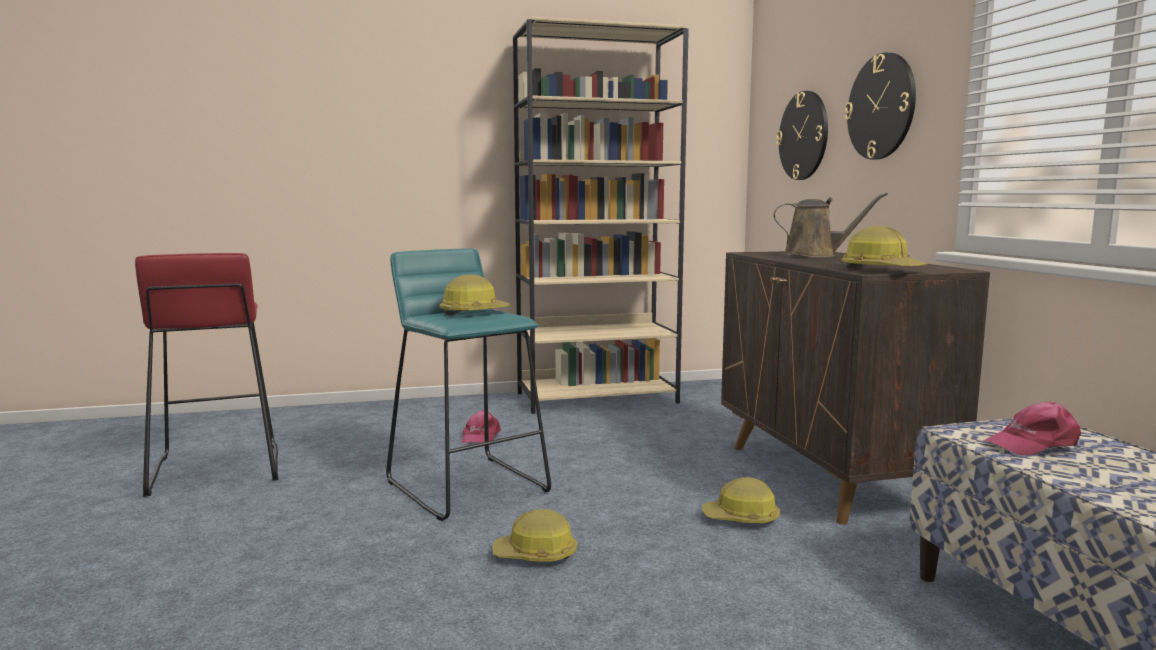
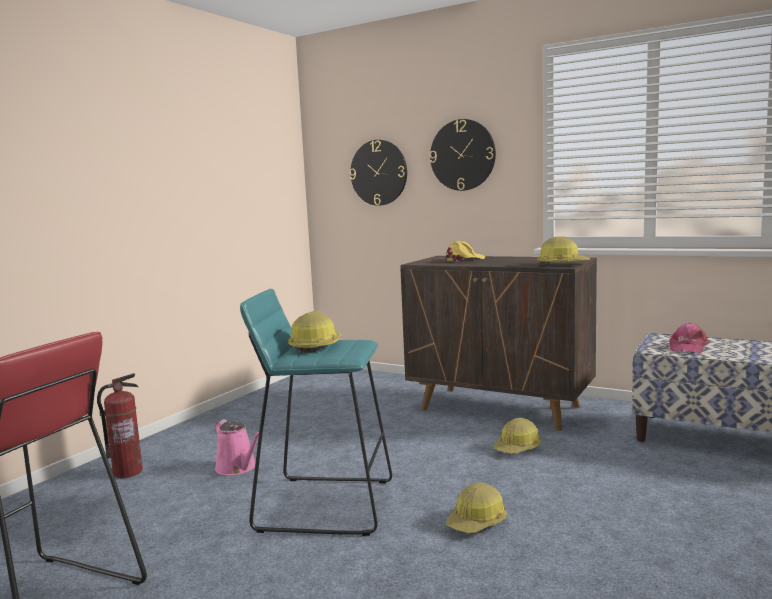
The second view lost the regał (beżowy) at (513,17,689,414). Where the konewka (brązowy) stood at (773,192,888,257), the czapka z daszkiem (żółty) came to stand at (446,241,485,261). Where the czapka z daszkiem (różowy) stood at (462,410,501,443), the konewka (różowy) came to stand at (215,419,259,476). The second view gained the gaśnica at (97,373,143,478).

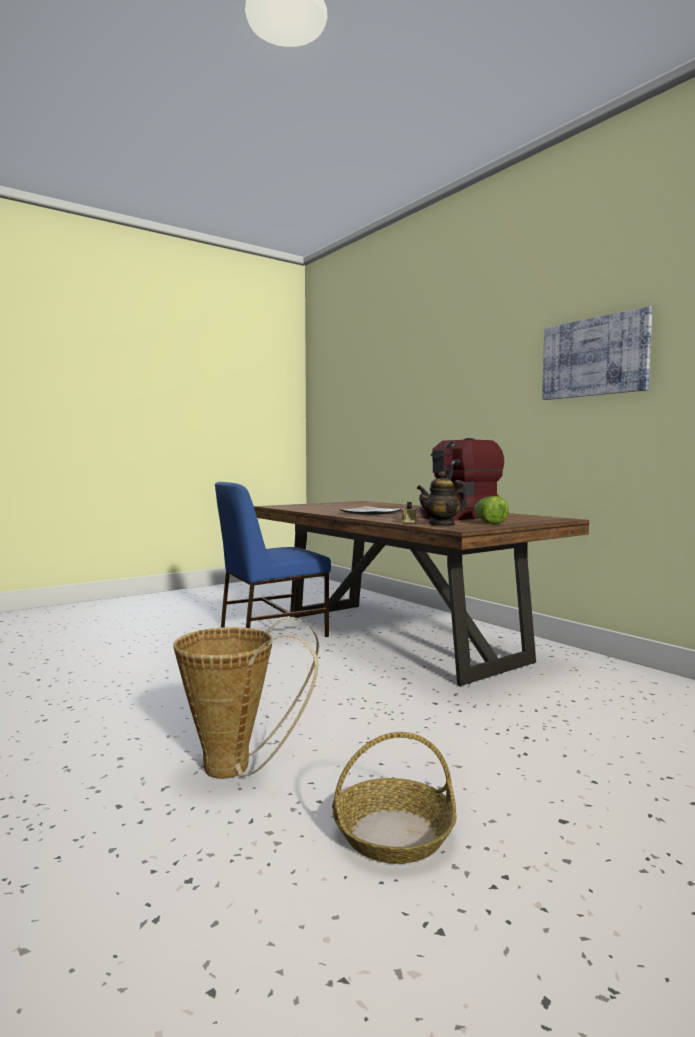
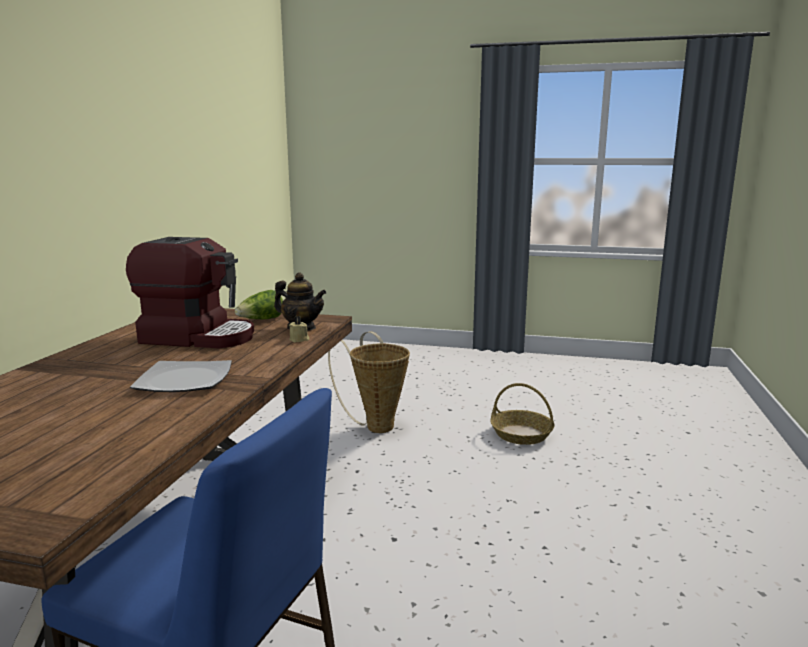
The second view lost the obraz at (542,306,652,400). The koszyk ended up elsewhere, having gone from (173,617,319,779) to (328,332,410,433).

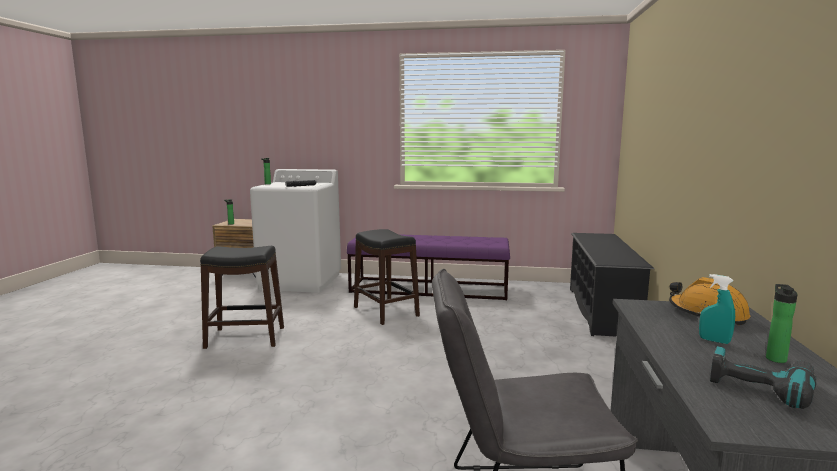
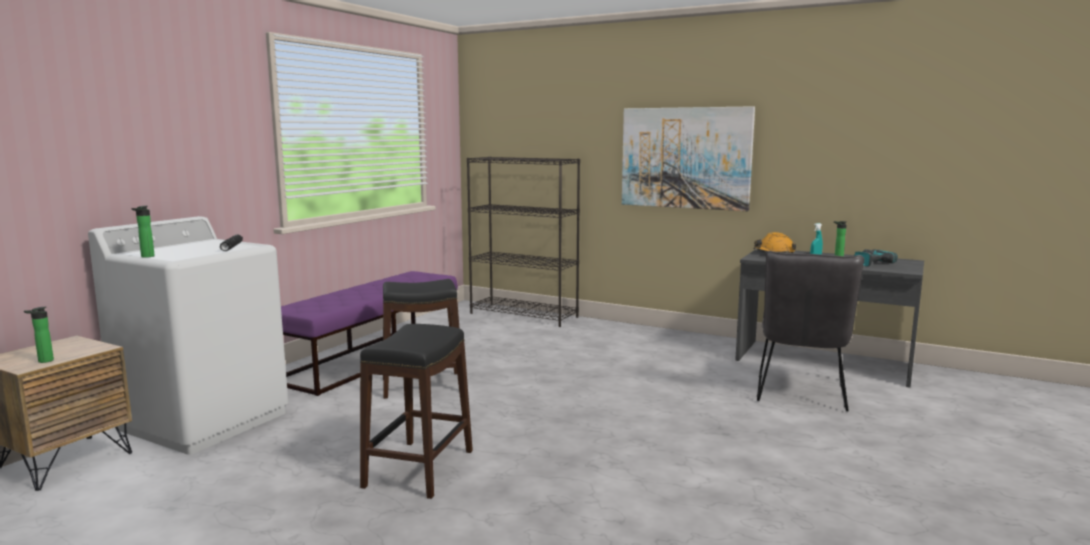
Where the regał na buty (czarny) stood at (570,233,654,337), the regał (czarny) came to stand at (467,157,580,327). The second view gained the obraz at (622,106,755,211).

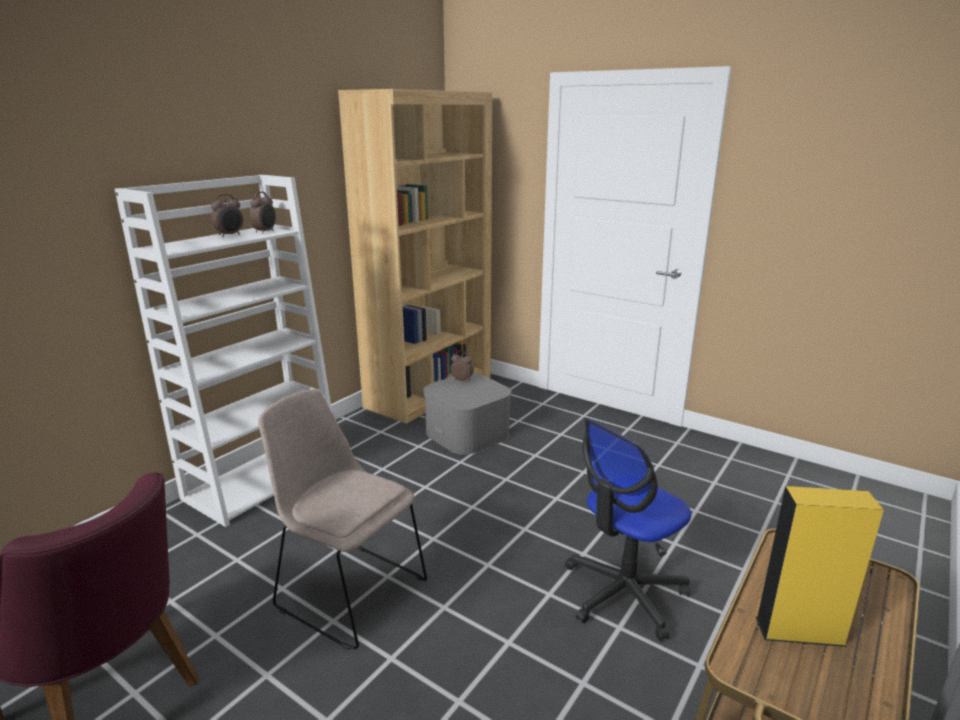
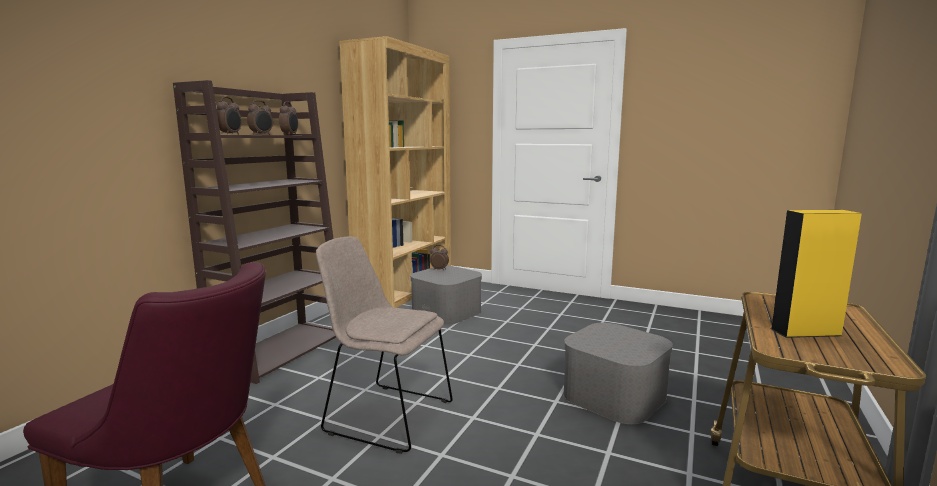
What was the regał (biały) at (115,175,332,527) turned into the regał (brązowy) at (173,80,336,384). Where the krzesło biurowe stood at (565,418,691,641), the pojemnik do przechowywania (szary) came to stand at (563,323,673,424). The second view gained the budzik at (217,97,242,135).

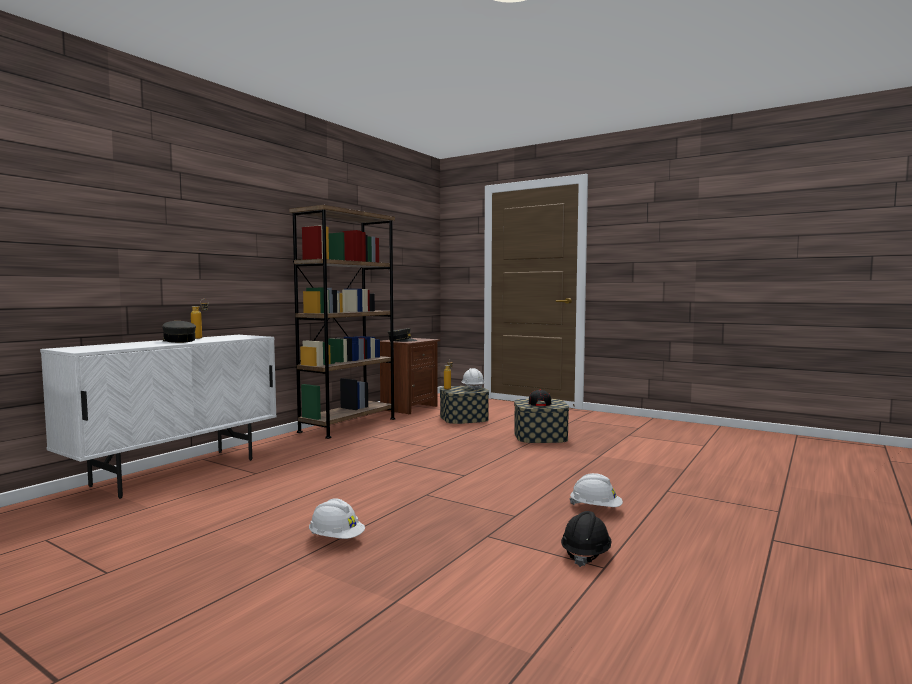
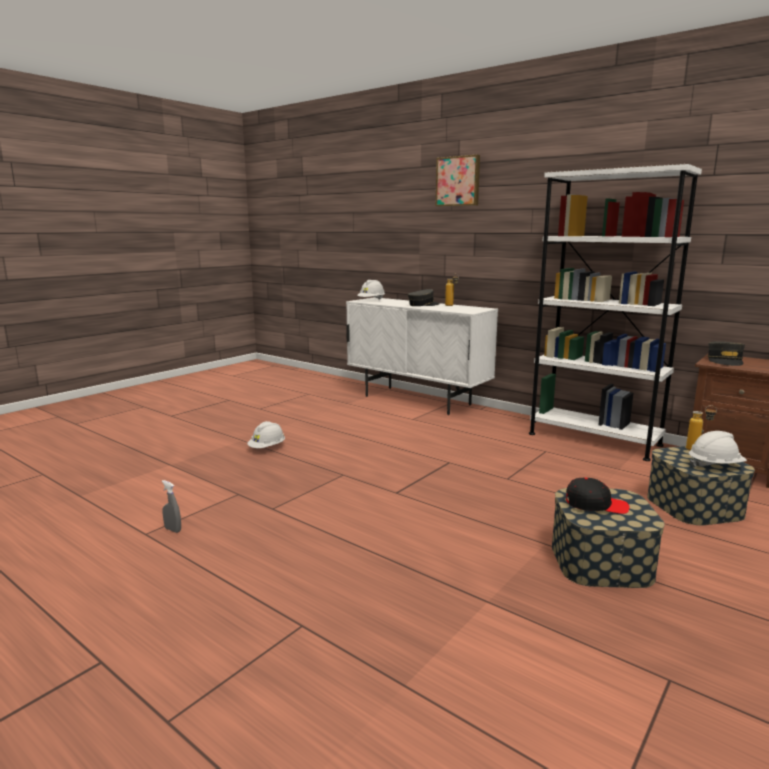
What was the regał (brązowy) at (289,205,395,439) turned into the regał (biały) at (529,164,702,461). The kask (biały) ended up elsewhere, having gone from (569,473,623,507) to (357,280,385,300). Where the kask (czarny) stood at (561,511,612,567), the spryskiwacz (szary) came to stand at (162,480,181,533). The second view gained the obraz at (435,155,480,207).

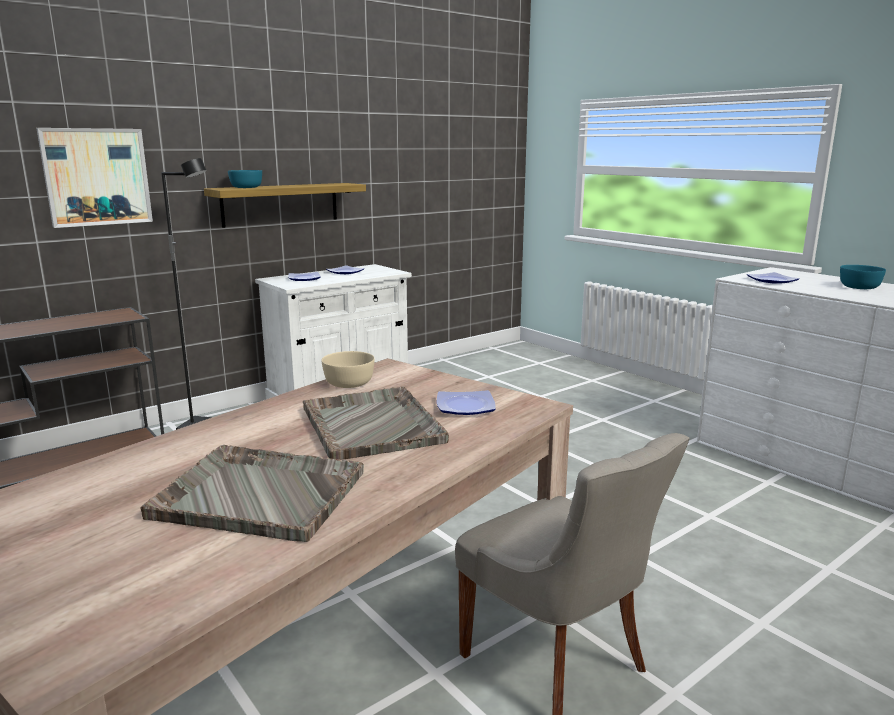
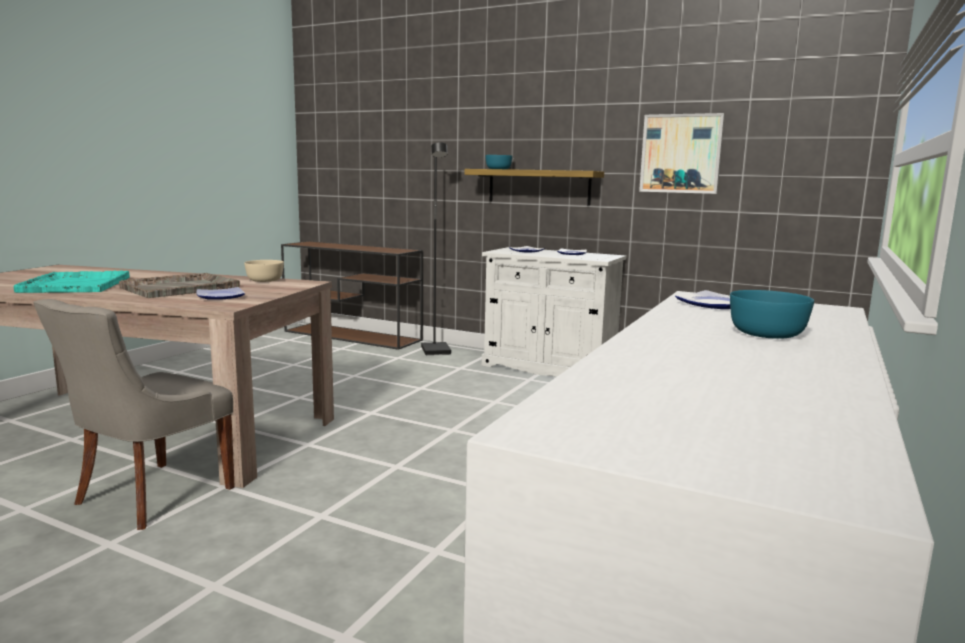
The obraz ended up elsewhere, having gone from (36,128,153,228) to (639,113,725,194). What was the taca (szary) at (140,445,364,542) turned into the taca (turkusowy) at (14,271,130,293).

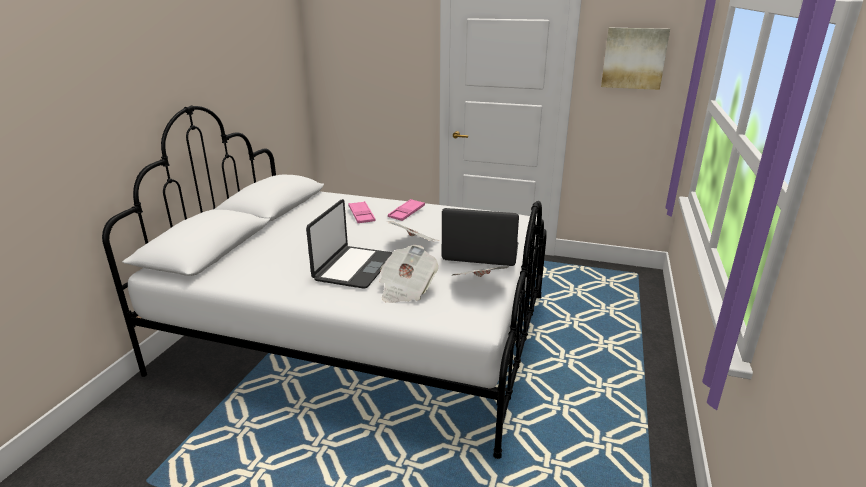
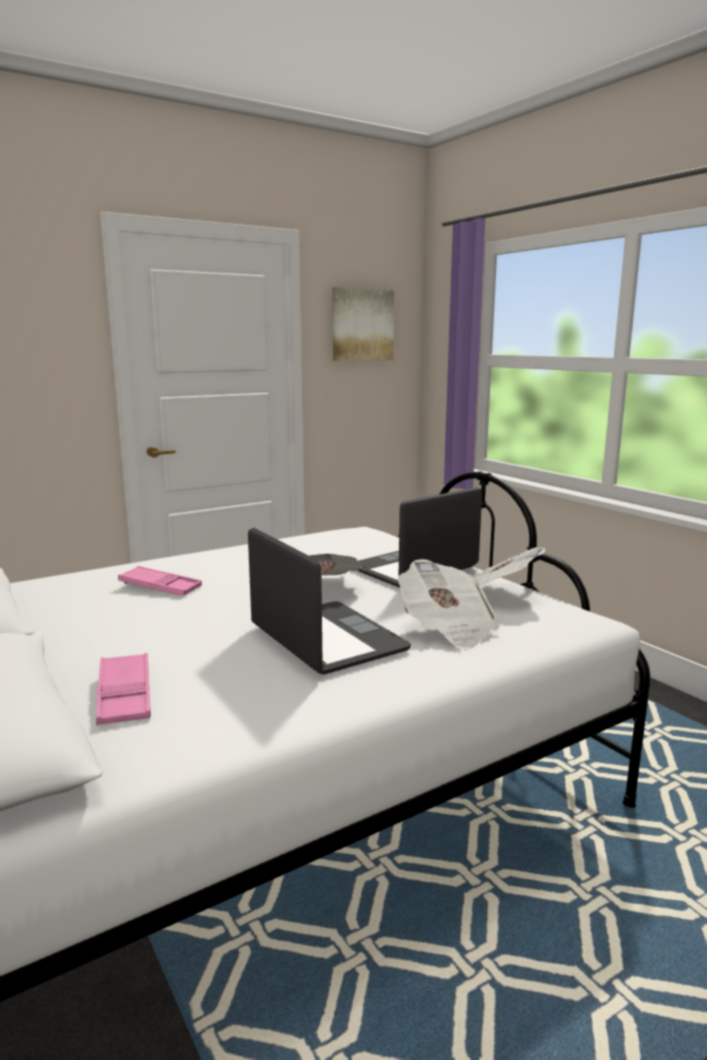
The taca (różowy) ended up elsewhere, having gone from (388,199,425,221) to (96,653,151,725).

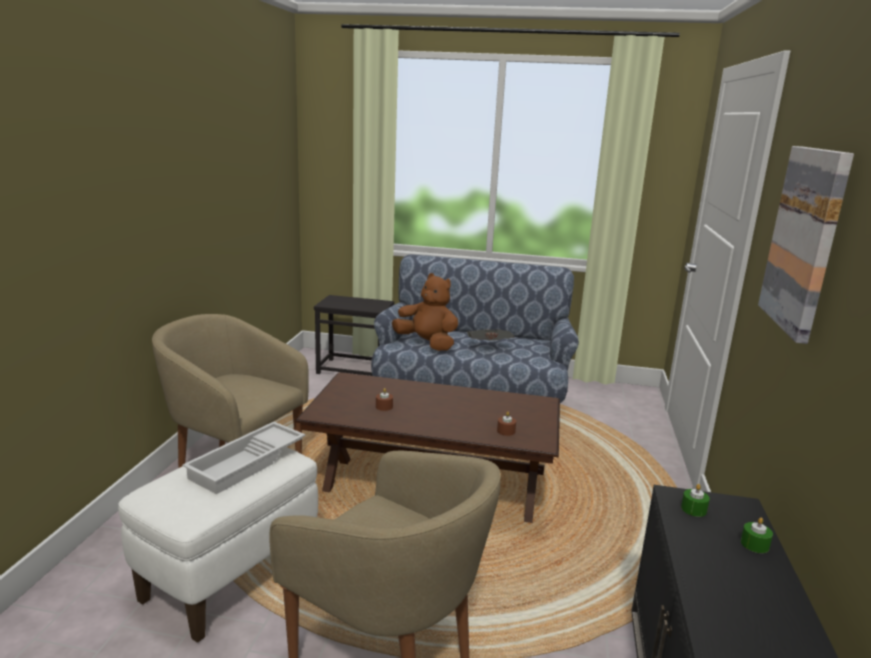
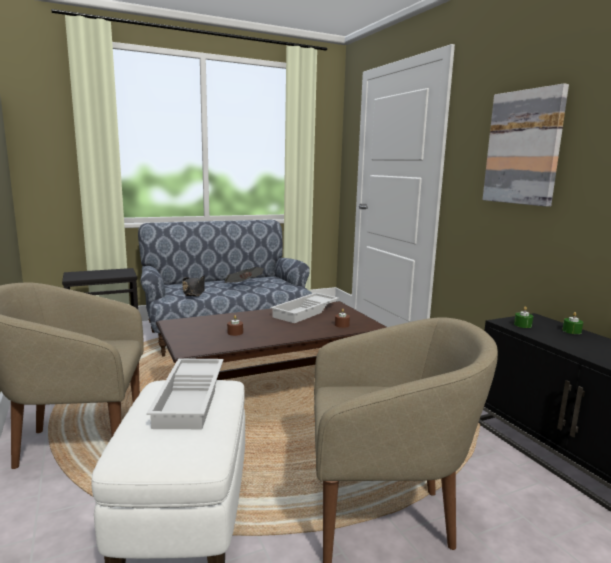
Where the pluszak (brązowy) stood at (392,273,458,351), the kapelusz (czarny) came to stand at (182,275,205,296). The second view gained the taca (biały) at (270,293,339,323).

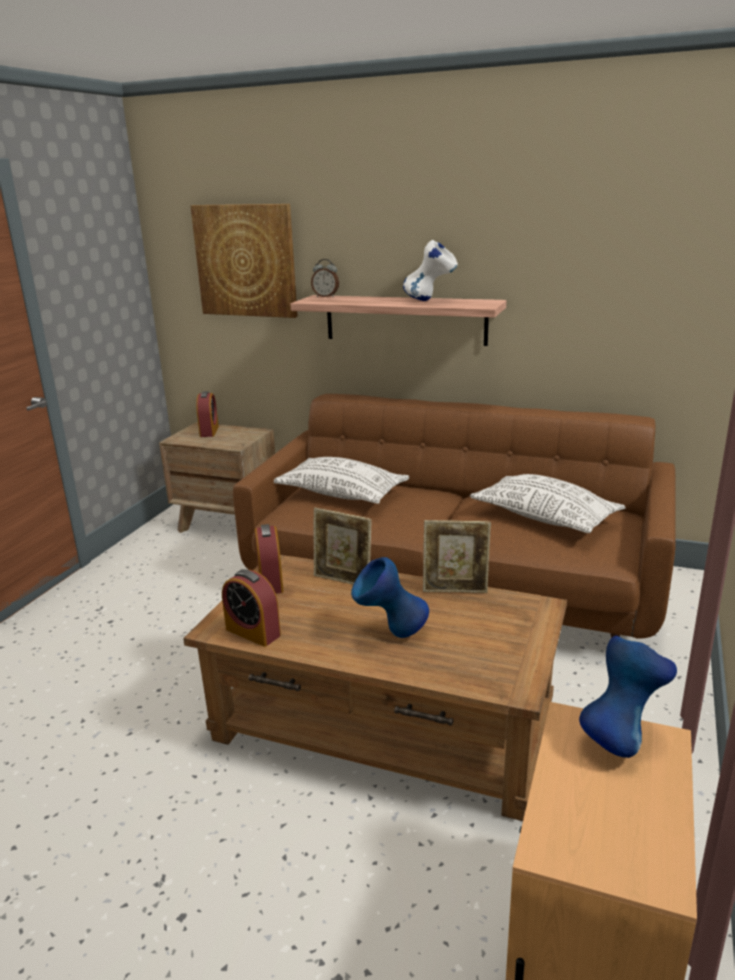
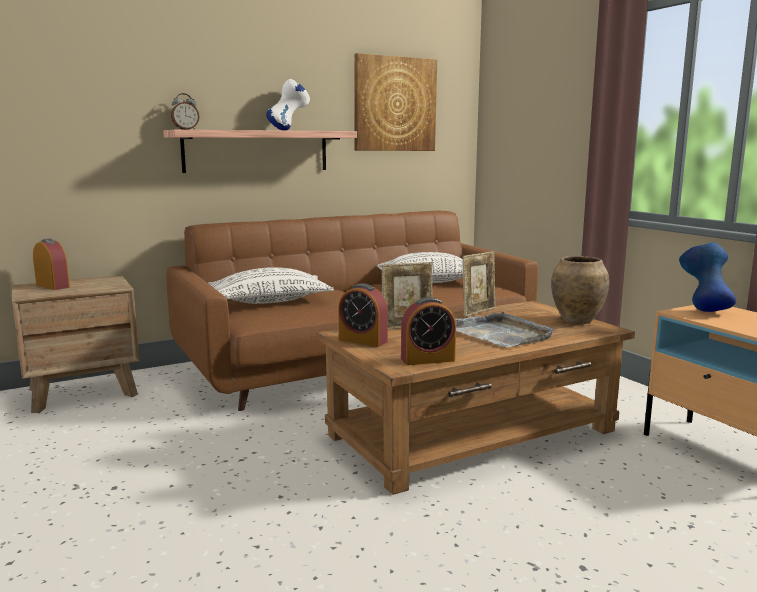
The obraz ended up elsewhere, having gone from (190,204,298,318) to (354,53,437,151). Where the wazon (niebieski) stood at (351,557,429,638), the taca (szary) came to stand at (455,311,555,347). The second view gained the wazon (brązowy) at (551,256,609,324).

